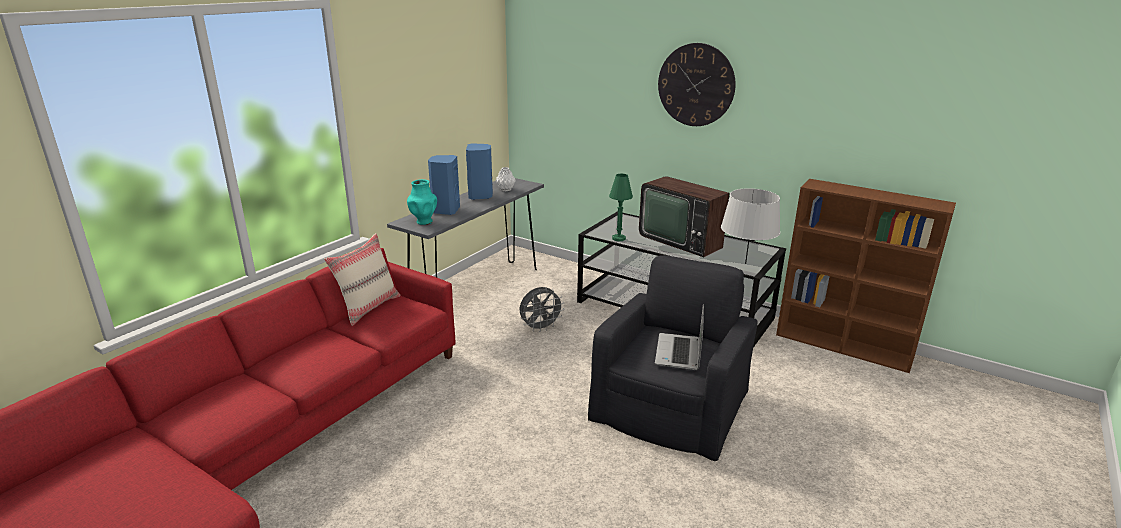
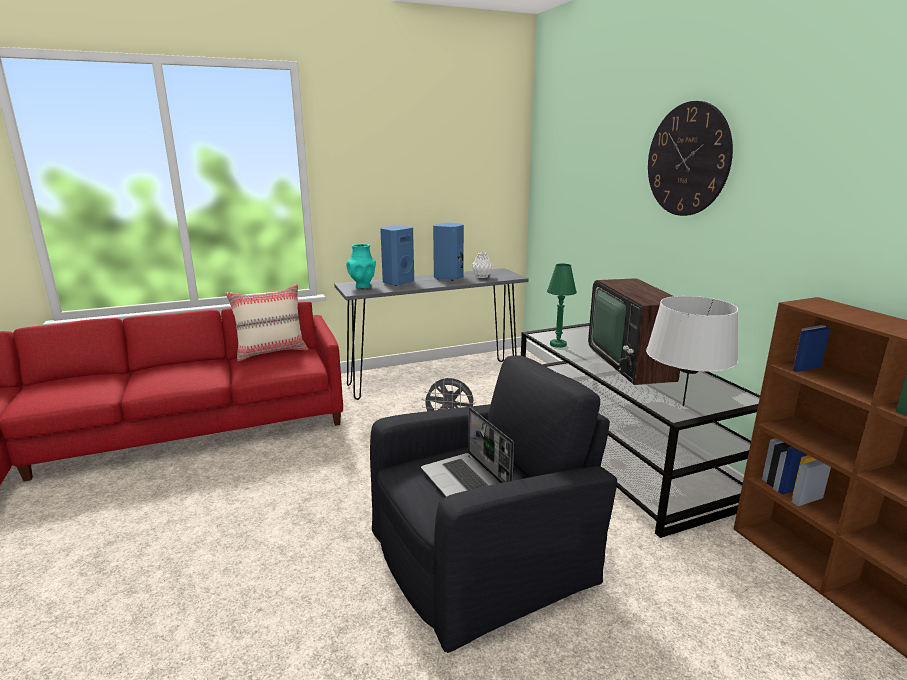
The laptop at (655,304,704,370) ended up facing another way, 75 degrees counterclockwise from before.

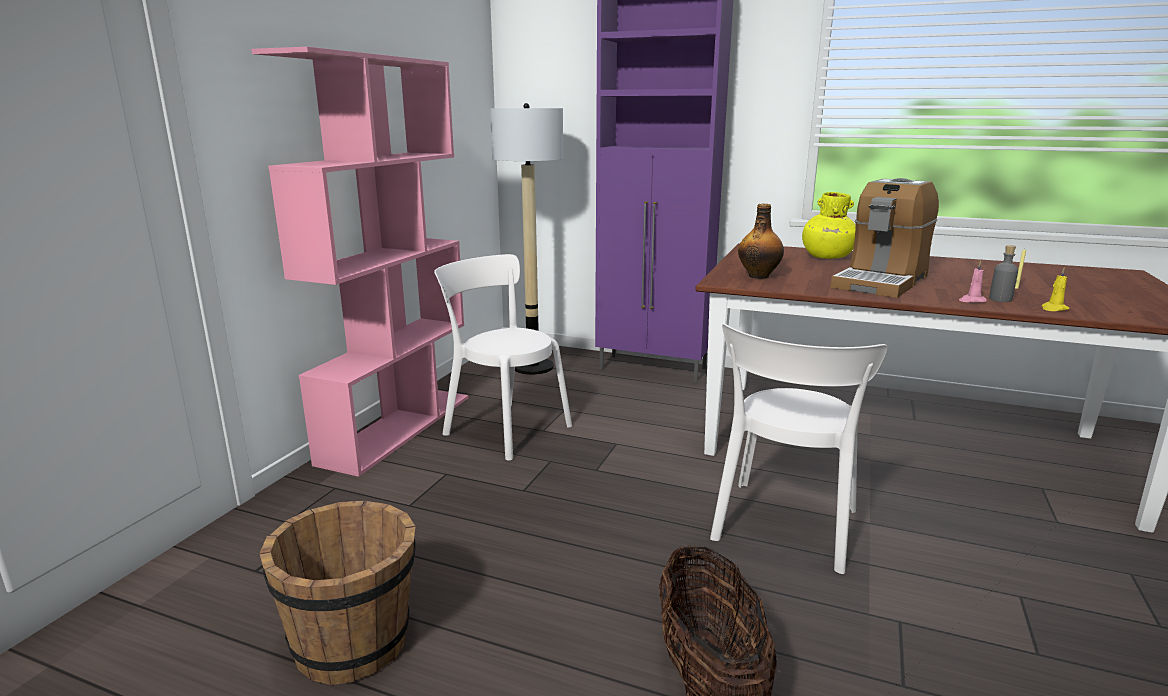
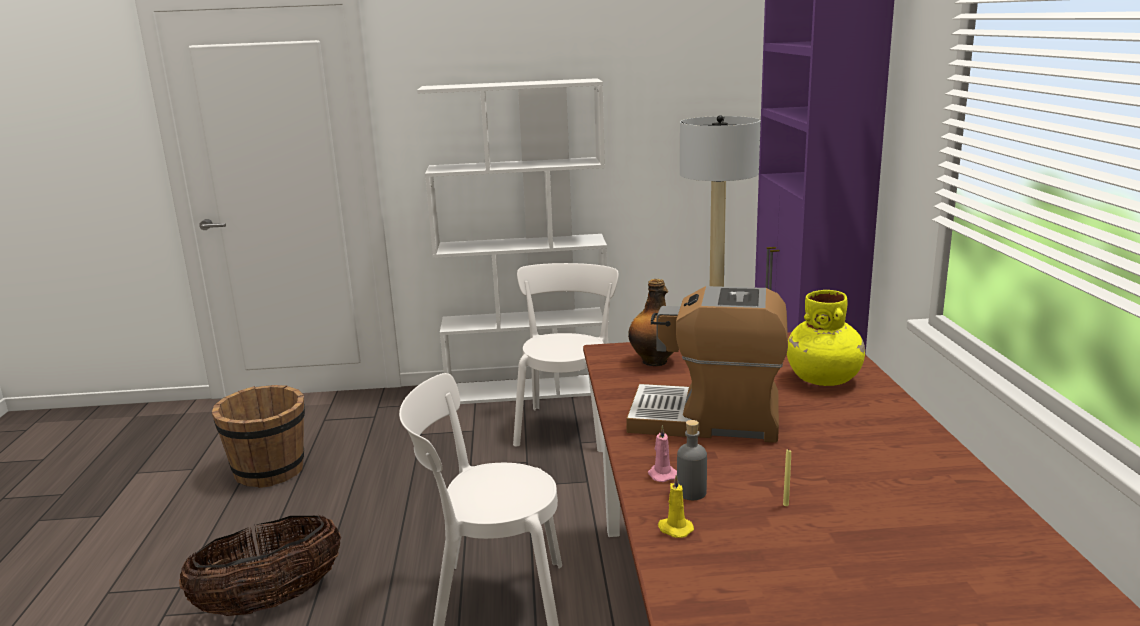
What was the regał (różowy) at (251,47,469,477) turned into the regał (biały) at (417,78,609,404).

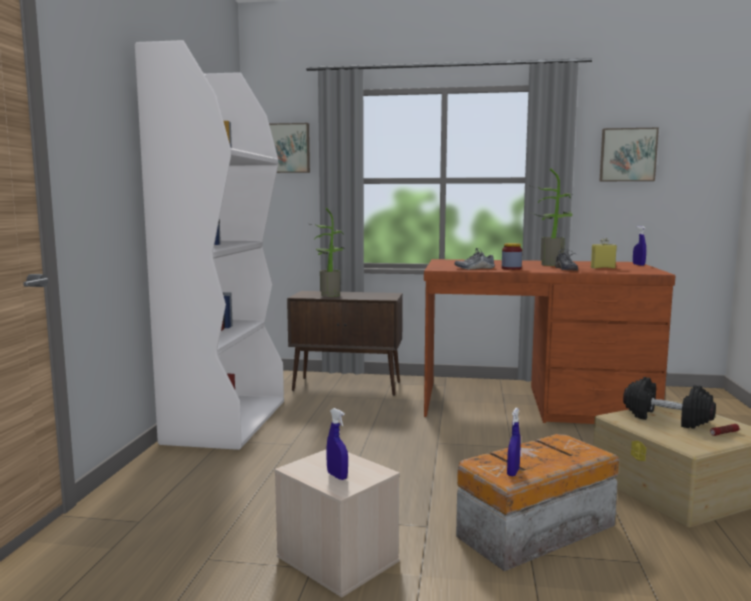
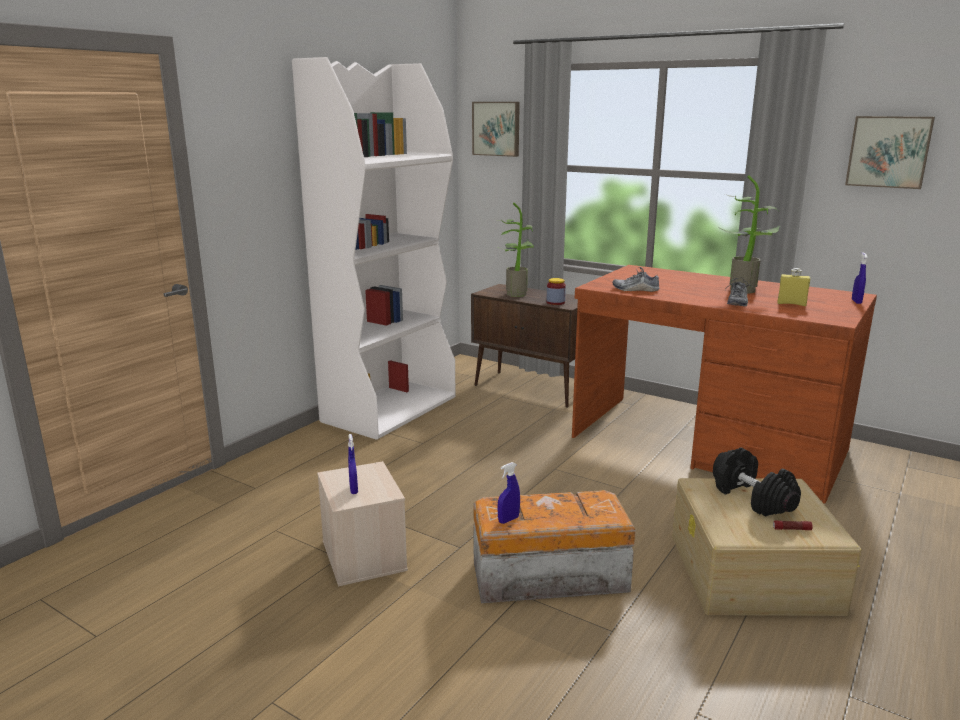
The słoik ended up elsewhere, having gone from (502,243,522,270) to (546,278,566,305).

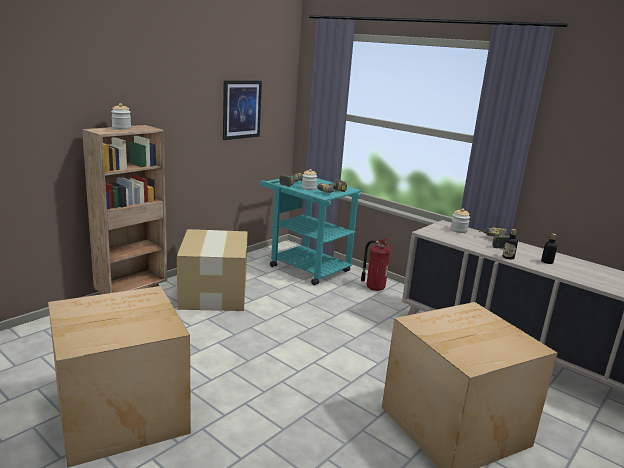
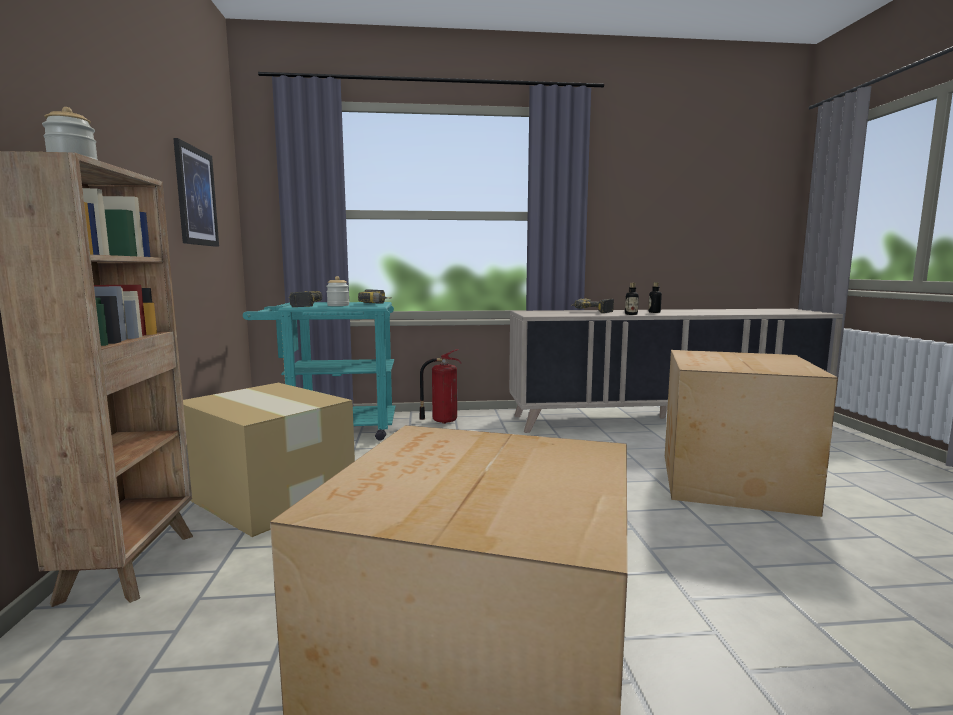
The second view lost the słoik at (451,208,470,233).

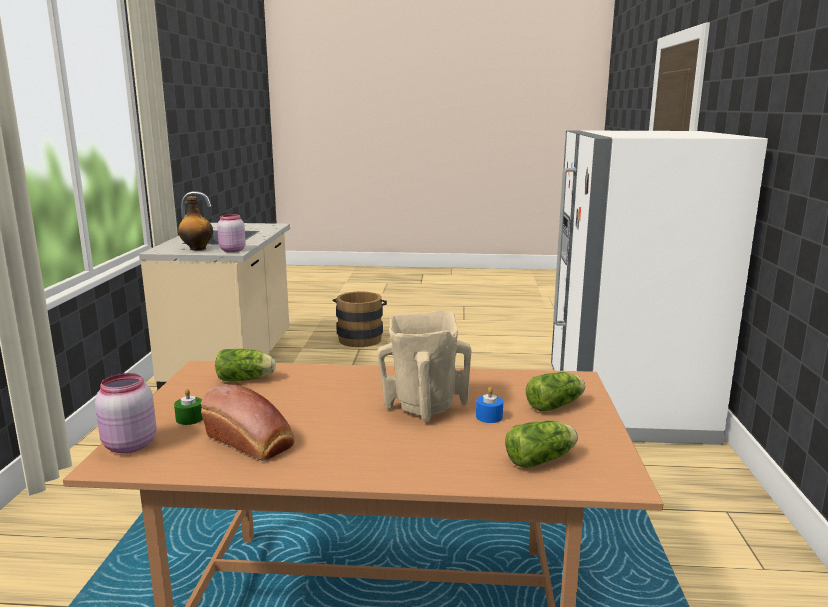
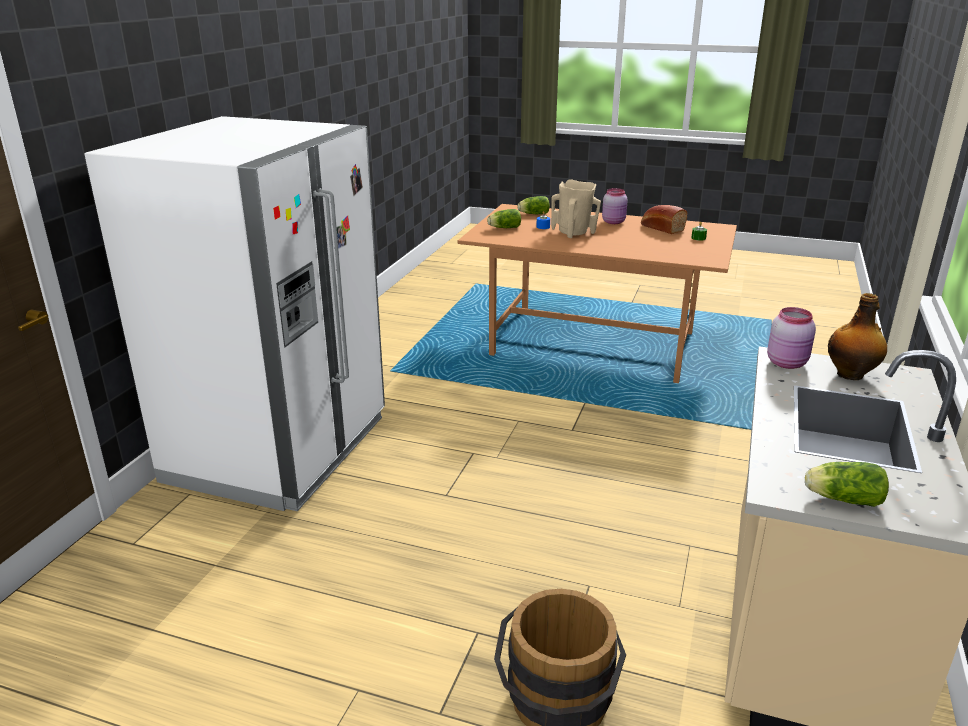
The sałata ended up elsewhere, having gone from (215,349,276,381) to (805,462,889,507). The słoik (różowy) ended up elsewhere, having gone from (95,373,157,453) to (602,188,628,224).

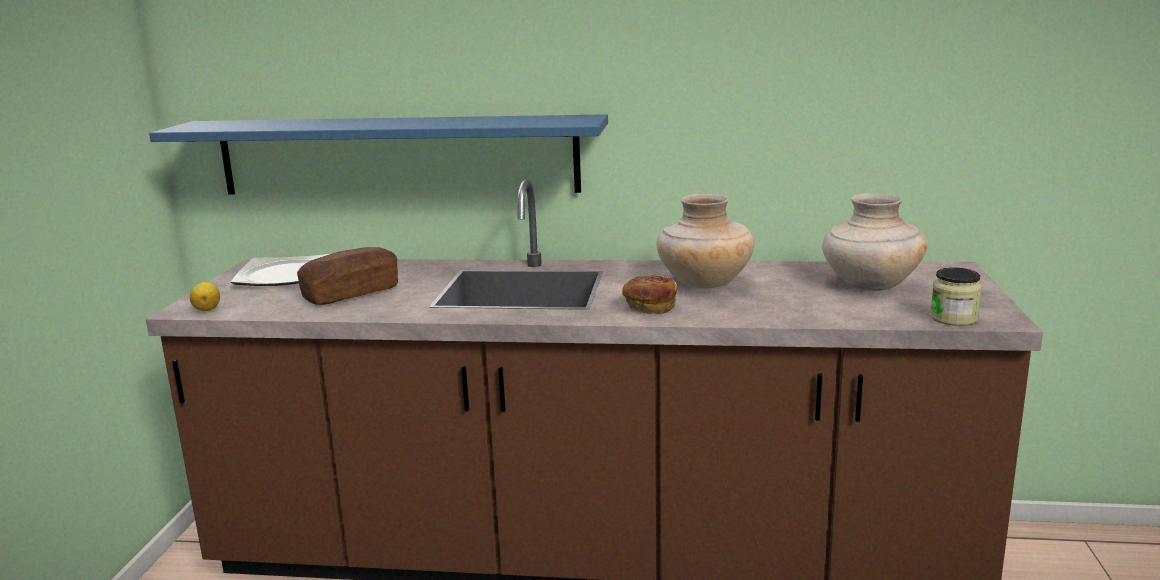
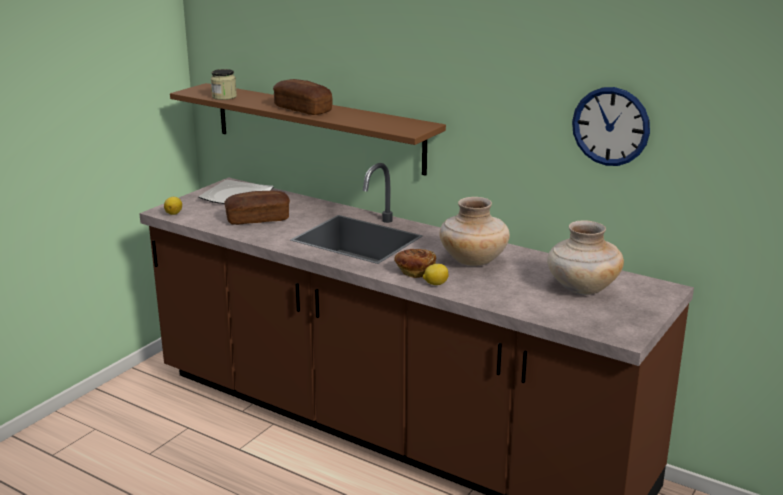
What was the półka (niebieski) at (149,114,608,194) turned into the półka (brązowy) at (170,83,446,176). The słoik ended up elsewhere, having gone from (930,267,982,326) to (211,69,237,100). The second view gained the chleb at (273,79,333,115). The second view gained the zegar ścienny at (572,87,650,166). The second view gained the cytryna at (423,264,449,285).

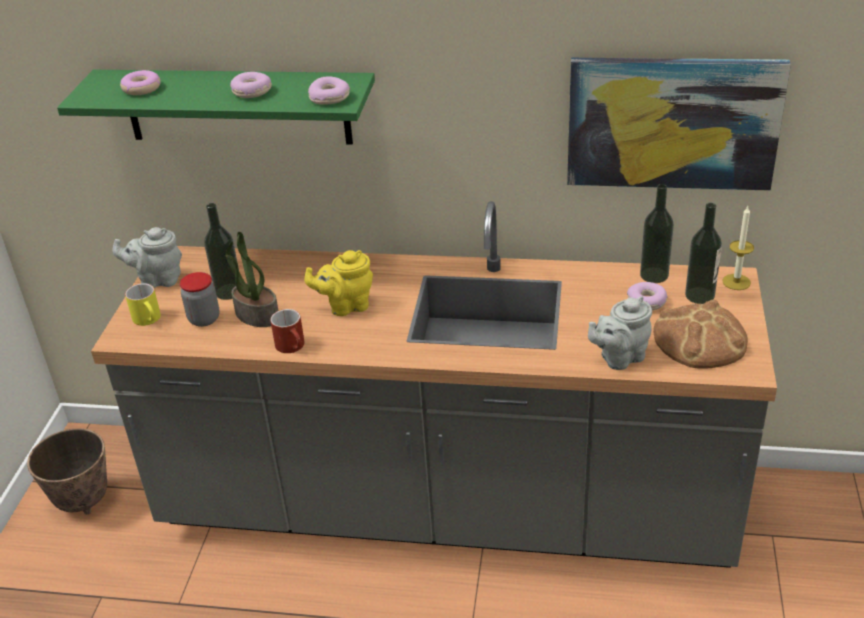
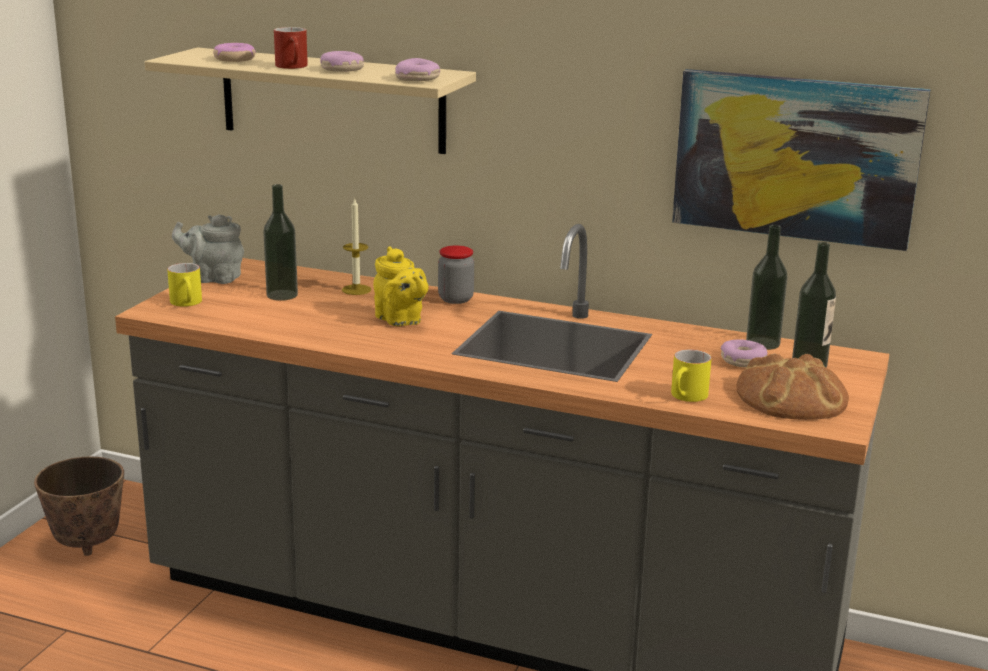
What was the półka (zielony) at (57,70,375,144) turned into the półka (beżowy) at (145,47,476,154). The świeca ended up elsewhere, having gone from (722,206,754,290) to (342,197,371,295). The second view lost the roślina doniczkowa at (225,232,279,327). The imbryk (żółty) at (304,250,373,316) ended up facing another way, 120 degrees counterclockwise from before. The słoik ended up elsewhere, having gone from (180,272,220,327) to (438,245,474,304). Where the imbryk (szary) stood at (588,296,652,370), the kubek (żółty) came to stand at (671,349,712,402). The kubek (czerwony) ended up elsewhere, having gone from (270,309,305,353) to (274,27,308,69).

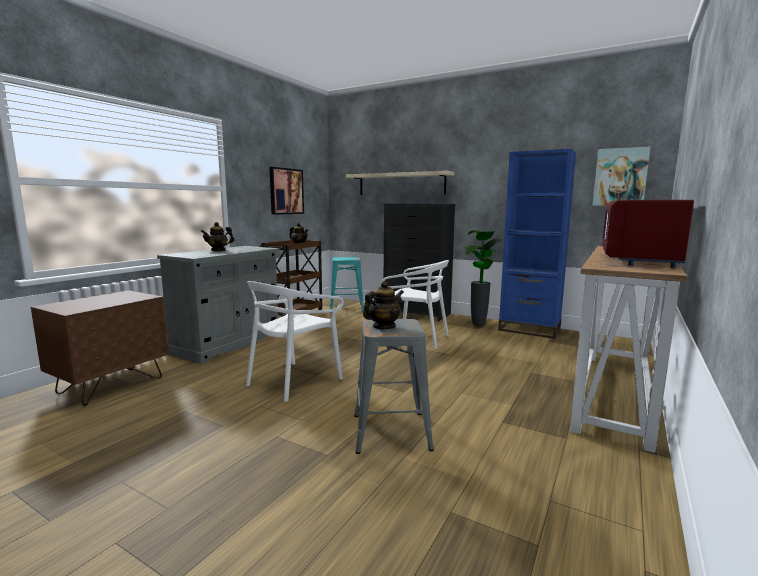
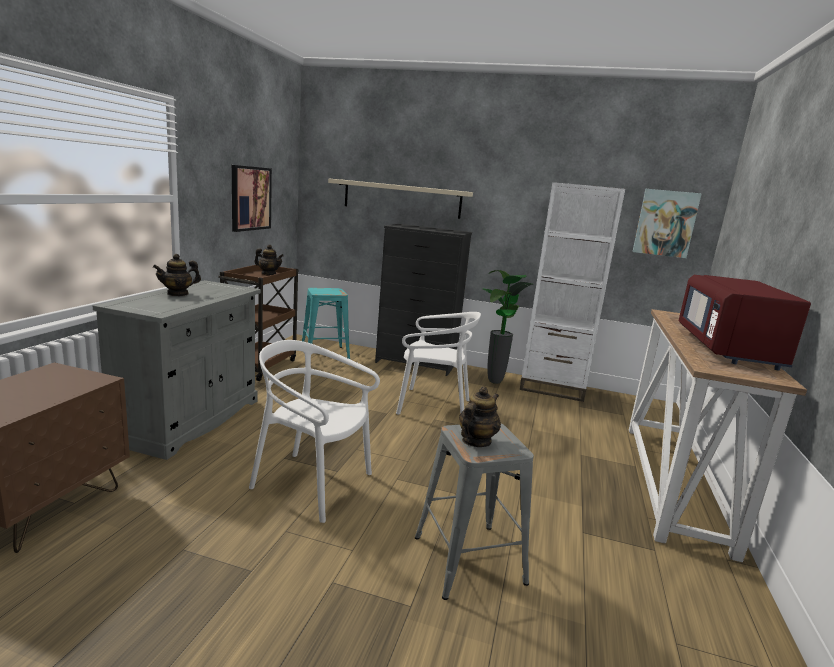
What was the regał (niebieski) at (498,149,576,339) turned into the regał (biały) at (520,182,625,402). The krzesło (biały) at (246,281,344,402) ended up facing another way, 90 degrees clockwise from before.

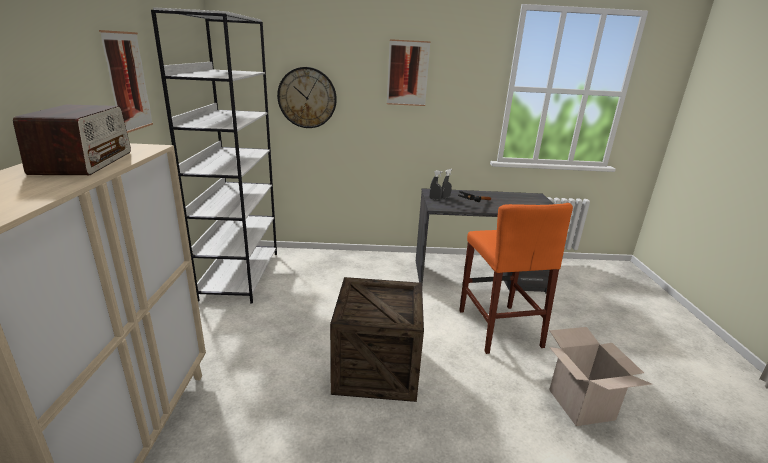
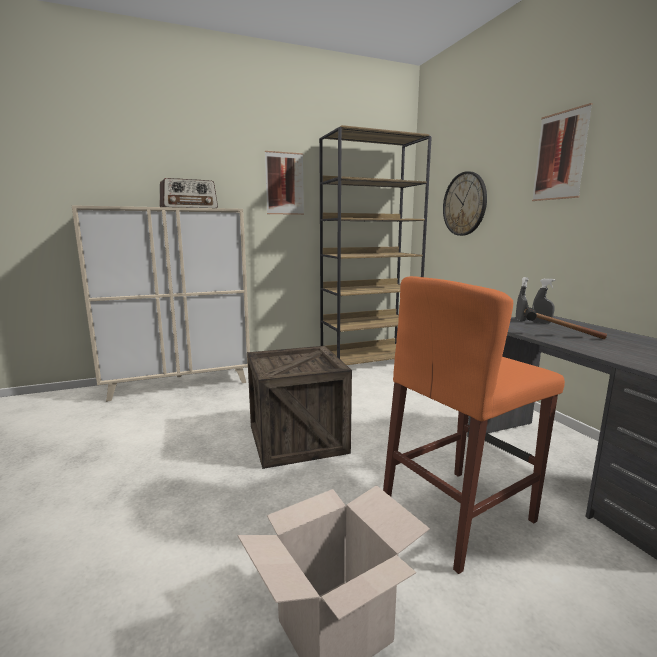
What was the regał (biały) at (151,7,277,304) turned into the regał (brązowy) at (319,125,432,365).

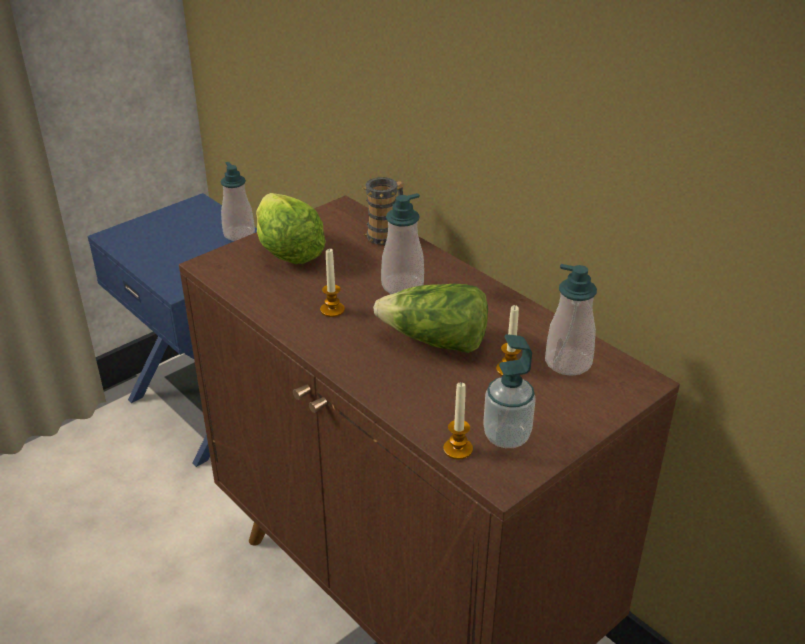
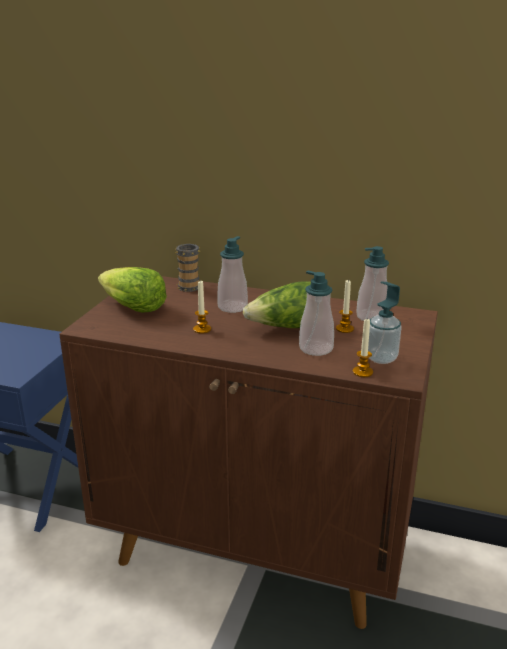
The dozownik mydła ended up elsewhere, having gone from (221,162,255,241) to (299,271,334,356).

